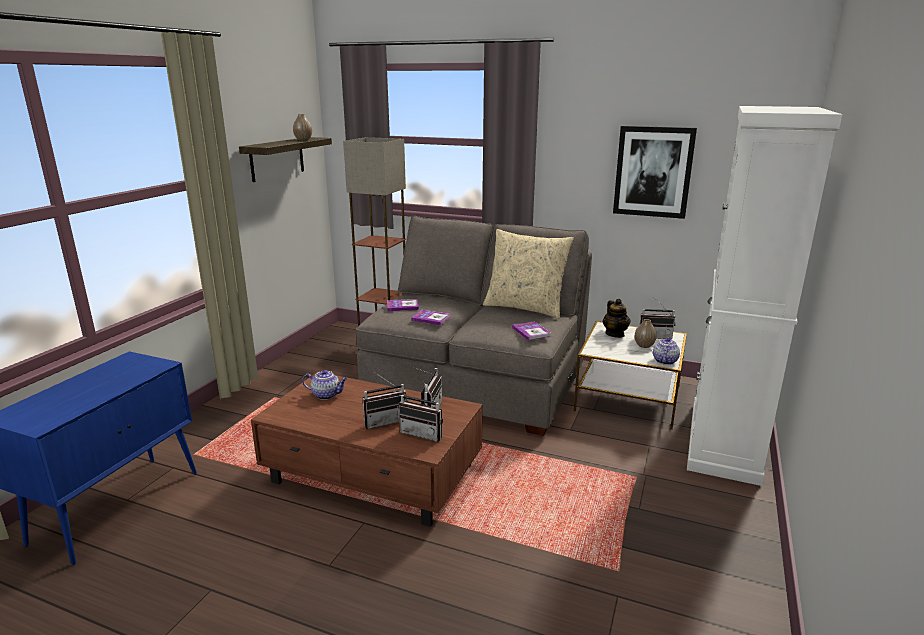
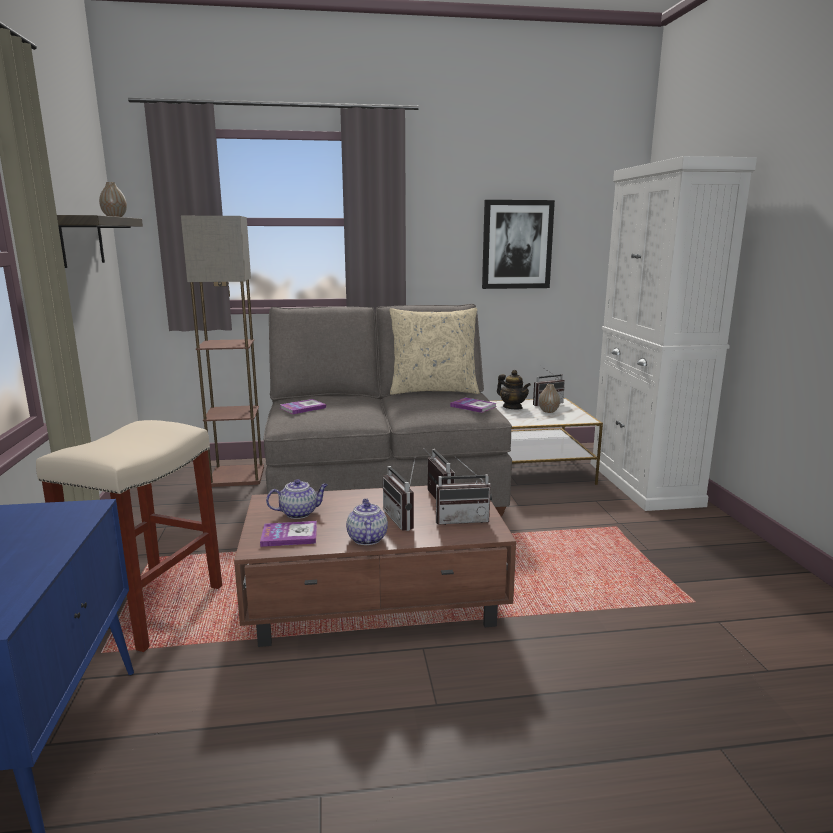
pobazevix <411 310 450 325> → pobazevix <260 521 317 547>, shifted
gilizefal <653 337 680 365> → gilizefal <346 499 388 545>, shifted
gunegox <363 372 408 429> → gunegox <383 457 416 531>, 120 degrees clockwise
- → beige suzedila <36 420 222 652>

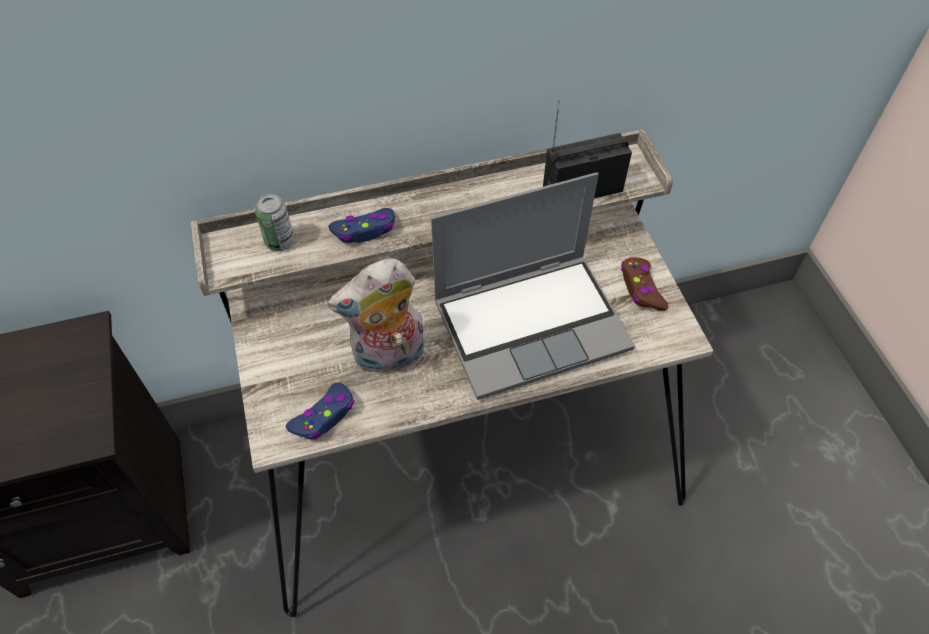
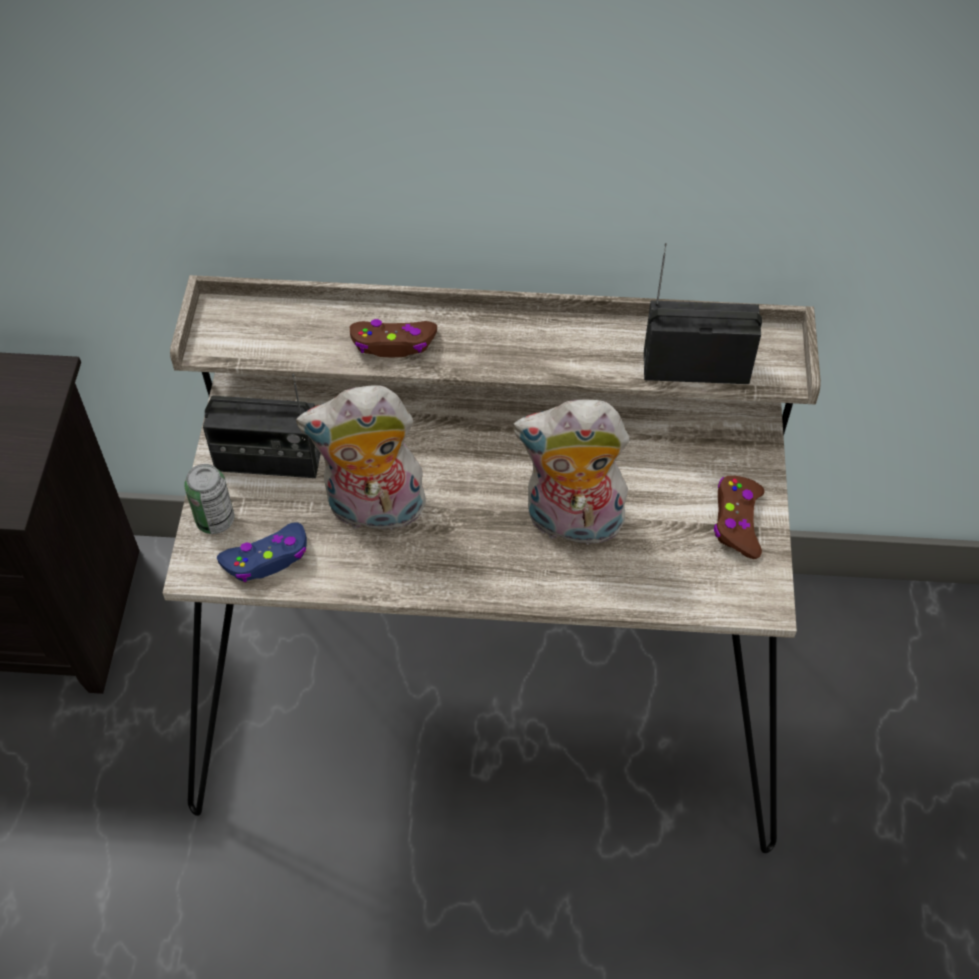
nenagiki <431 172 635 400> → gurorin <513 400 630 552>
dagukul <255 194 294 251> → dagukul <184 464 234 534>, shifted
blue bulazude <328 208 395 243> → brown bulazude <350 319 437 358>
- → gunegox <203 374 321 478>

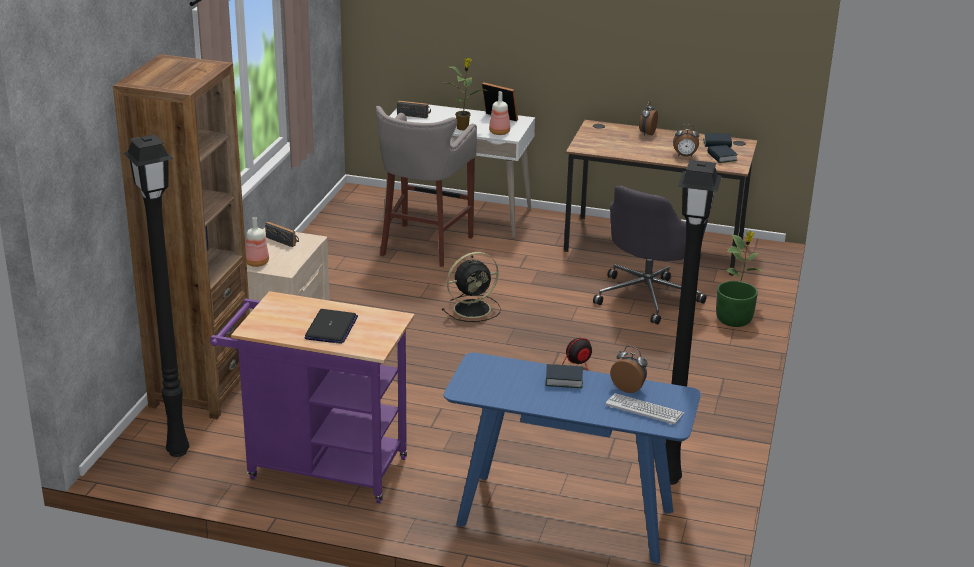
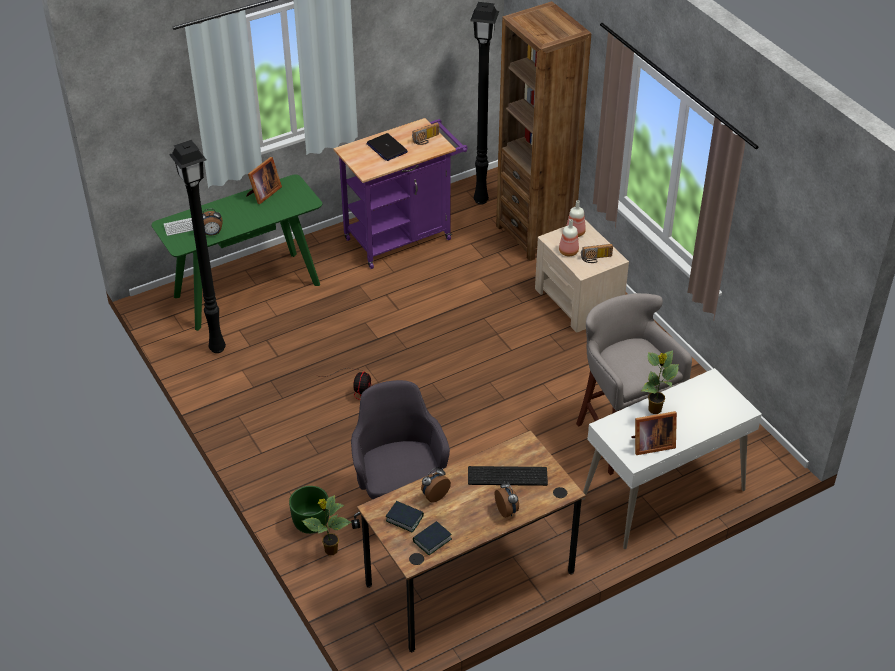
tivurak <489 91 510 135> → tivurak <559 219 579 256>, shifted
gunegox <397 101 431 118> → gunegox <412 122 439 145>, shifted
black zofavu <441 252 501 322> → -
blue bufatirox <443 353 701 564> → green bufatirox <152 174 322 331>
pobazevix <546 364 583 388> → -
- → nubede <246 157 282 204>
- → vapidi <468 466 548 486>

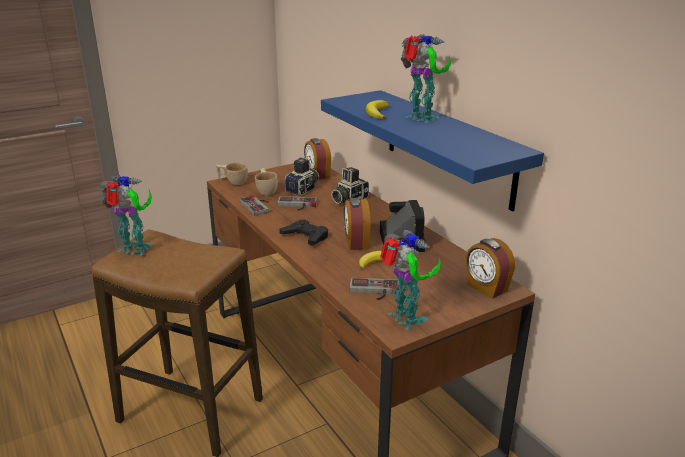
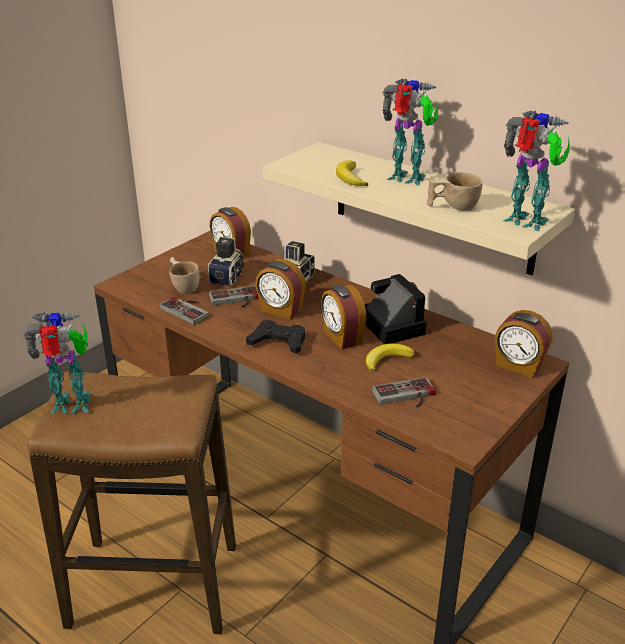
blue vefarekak <321 90 544 211> → beige vefarekak <263 142 575 275>
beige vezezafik <216 162 248 185> → beige vezezafik <427 172 482 211>, shifted
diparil <380 230 441 330> → diparil <503 111 570 231>, shifted
- → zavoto <255 259 306 319>

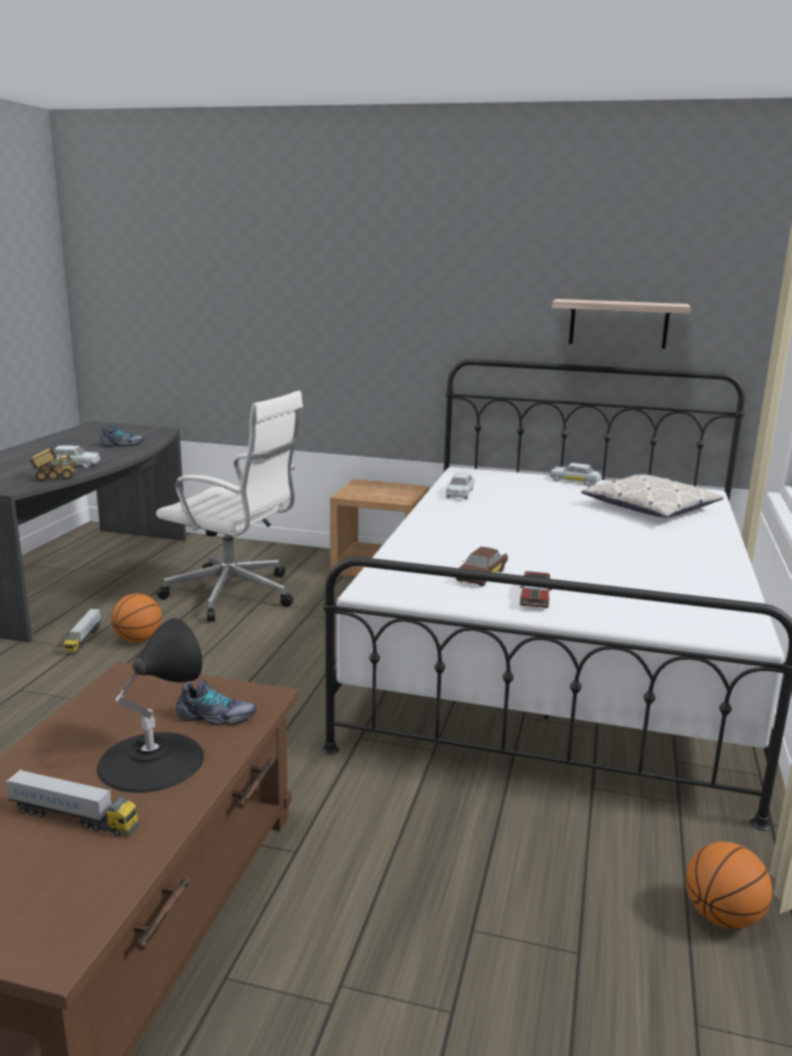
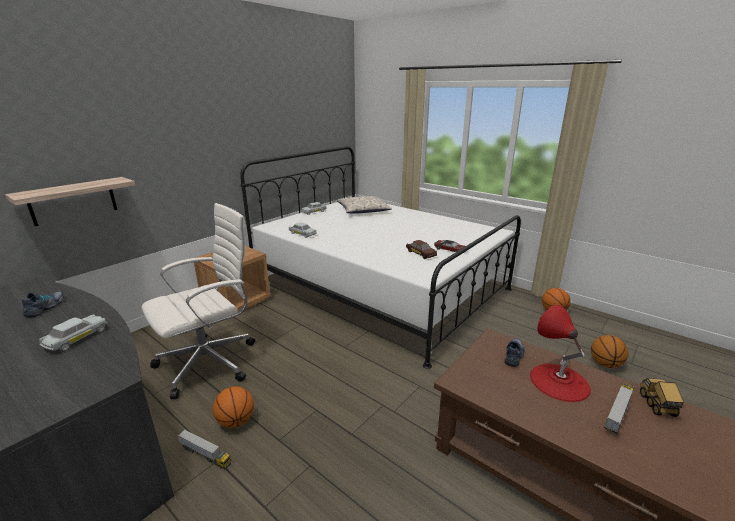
vefarekak <552 299 691 349> → vefarekak <5 177 135 226>, shifted
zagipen <29 447 76 481> → zagipen <640 378 684 417>, shifted
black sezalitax <97 618 204 793> → red sezalitax <530 305 591 402>
- → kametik <591 335 629 368>

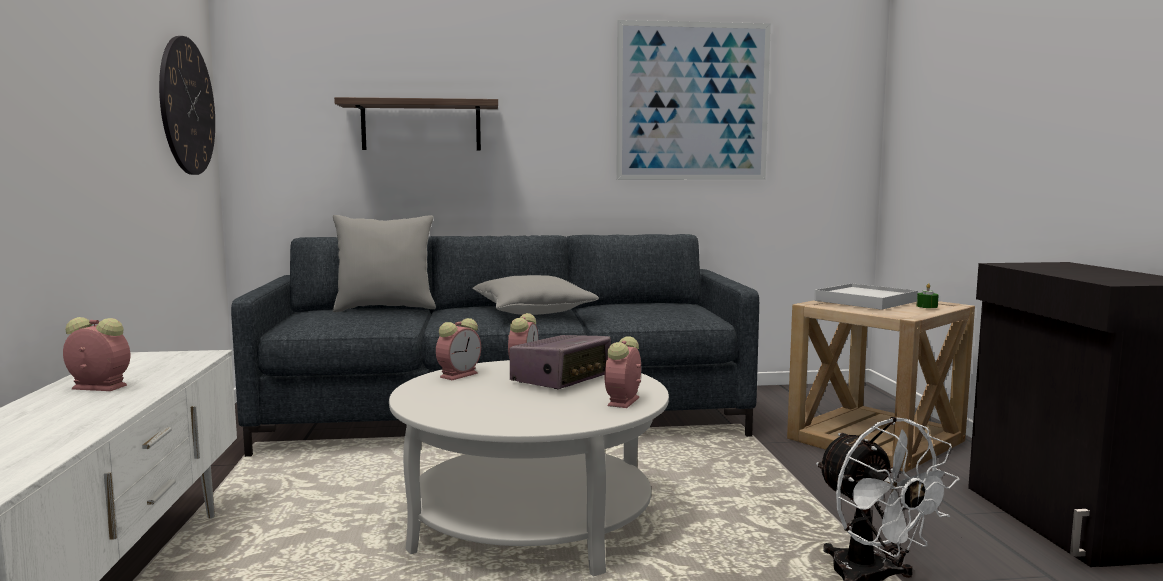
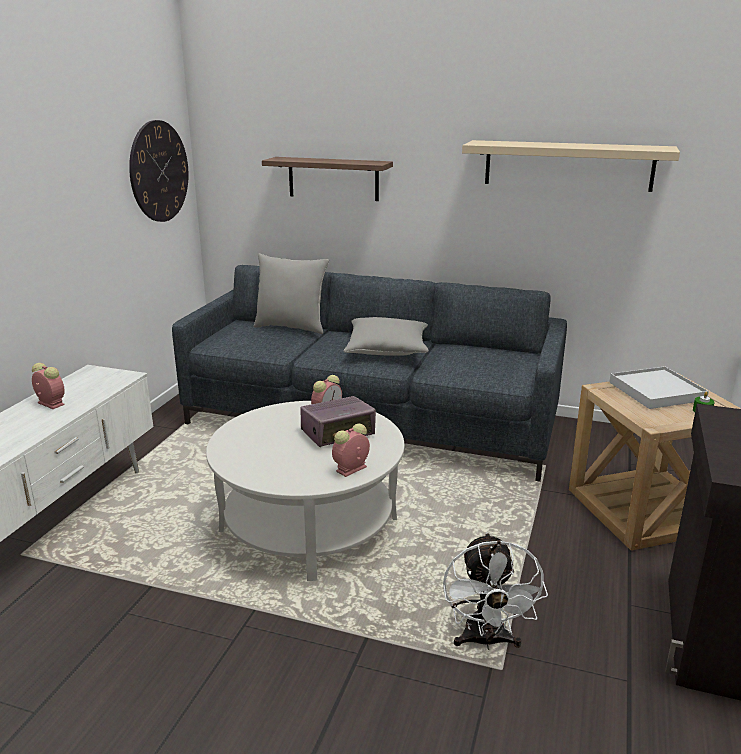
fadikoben <616 20 771 180> → beige vefarekak <462 140 680 192>
zavoto <436 318 481 380> → -

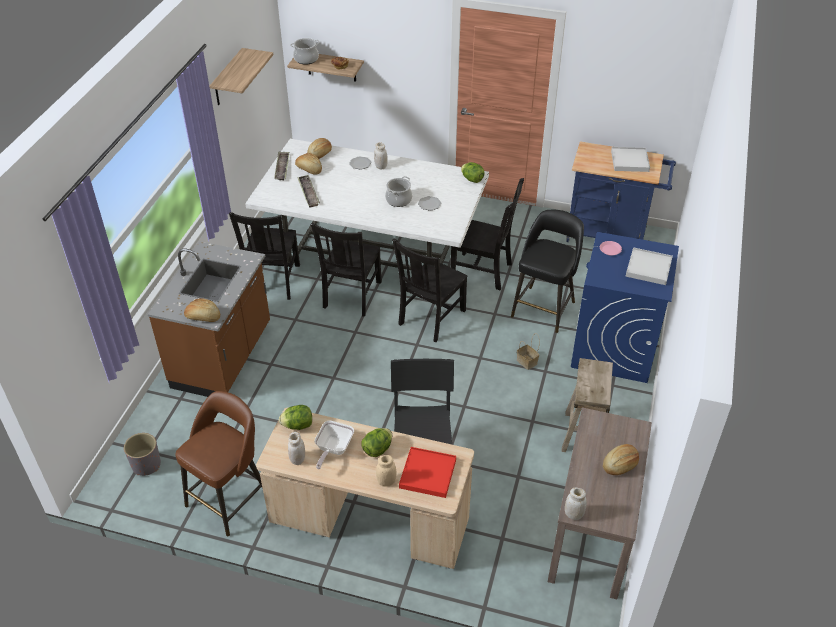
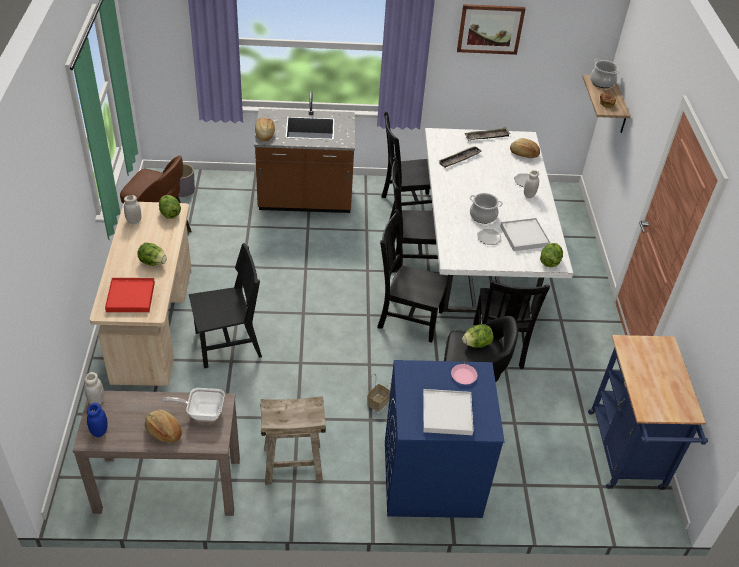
vefarekak <209 48 273 105> → fadikoben <457 4 526 55>
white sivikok <611 147 650 172> → white sivikok <500 218 550 251>, shifted
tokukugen <295 153 322 175> → -
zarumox <314 421 354 469> → zarumox <163 388 225 421>, shifted
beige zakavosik <376 455 396 487> → -
- → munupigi <462 324 493 348>
- → blue zakavosik <87 403 108 437>

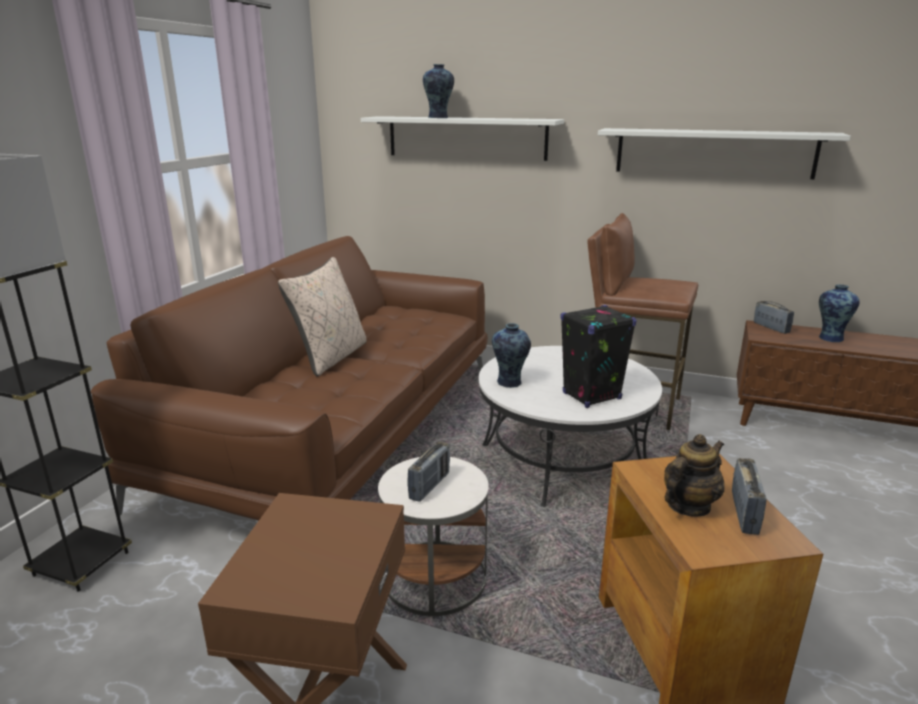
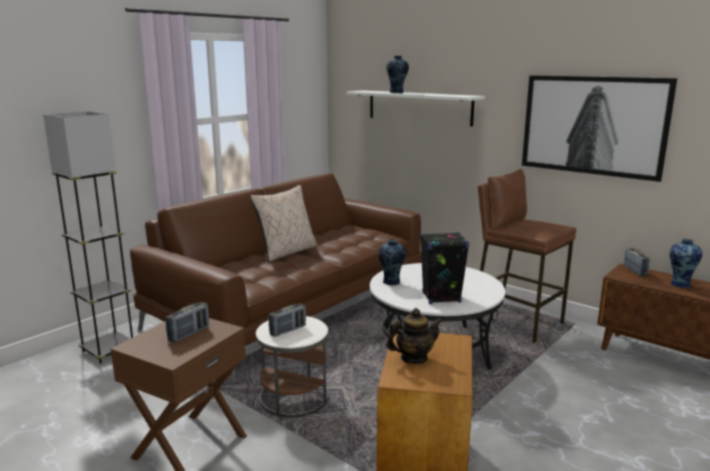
white vefarekak <598 128 851 179> → fadikoben <522 75 677 182>
gunegox <732 458 767 535> → gunegox <166 302 209 343>, shifted

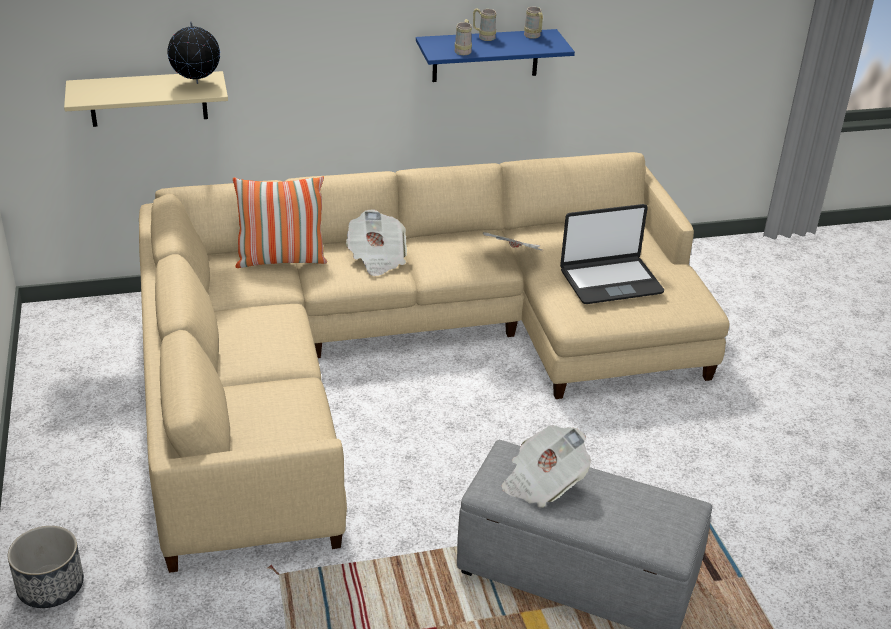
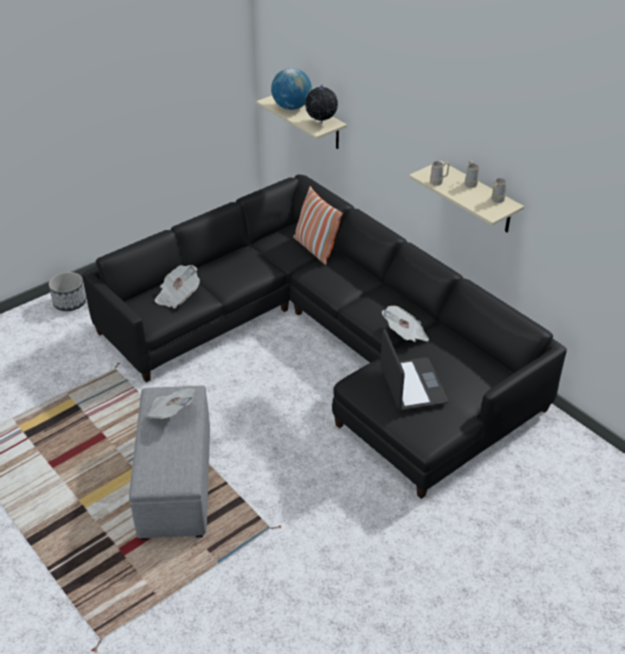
blue vefarekak <416 29 575 82> → beige vefarekak <409 161 524 232>
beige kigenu <139 152 730 573> → black kigenu <82 175 567 499>
nenagiki <560 204 664 304> → nenagiki <380 329 448 411>, 150 degrees counterclockwise
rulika <346 209 407 276> → rulika <155 265 200 309>, shifted
- → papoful <271 68 312 110>

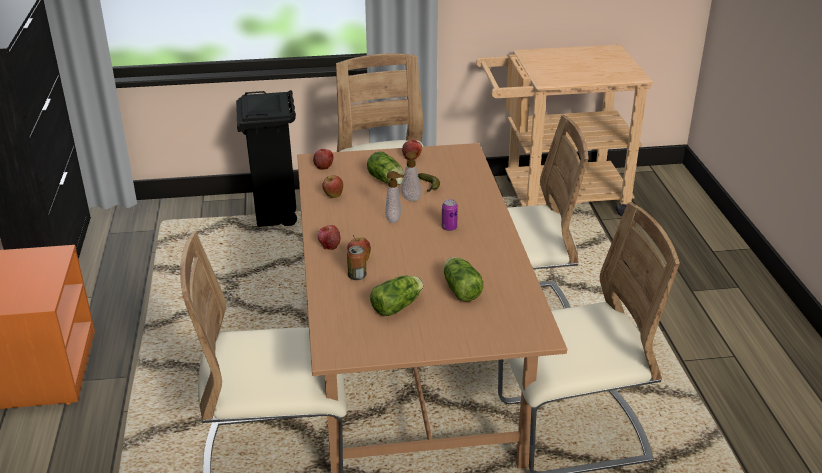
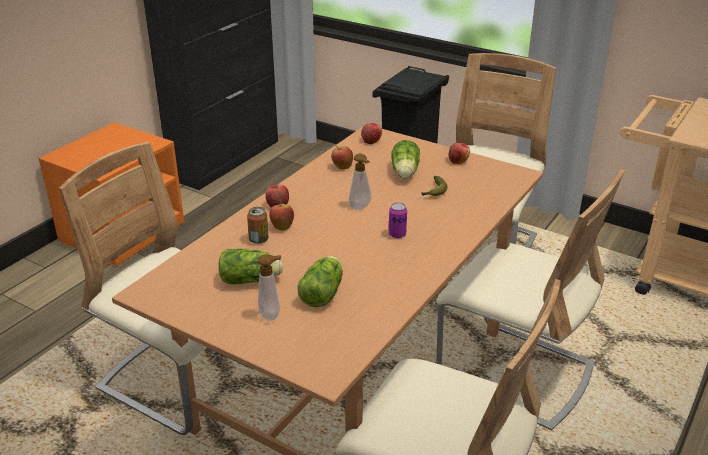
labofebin <400 150 422 201> → labofebin <258 254 281 321>, shifted

